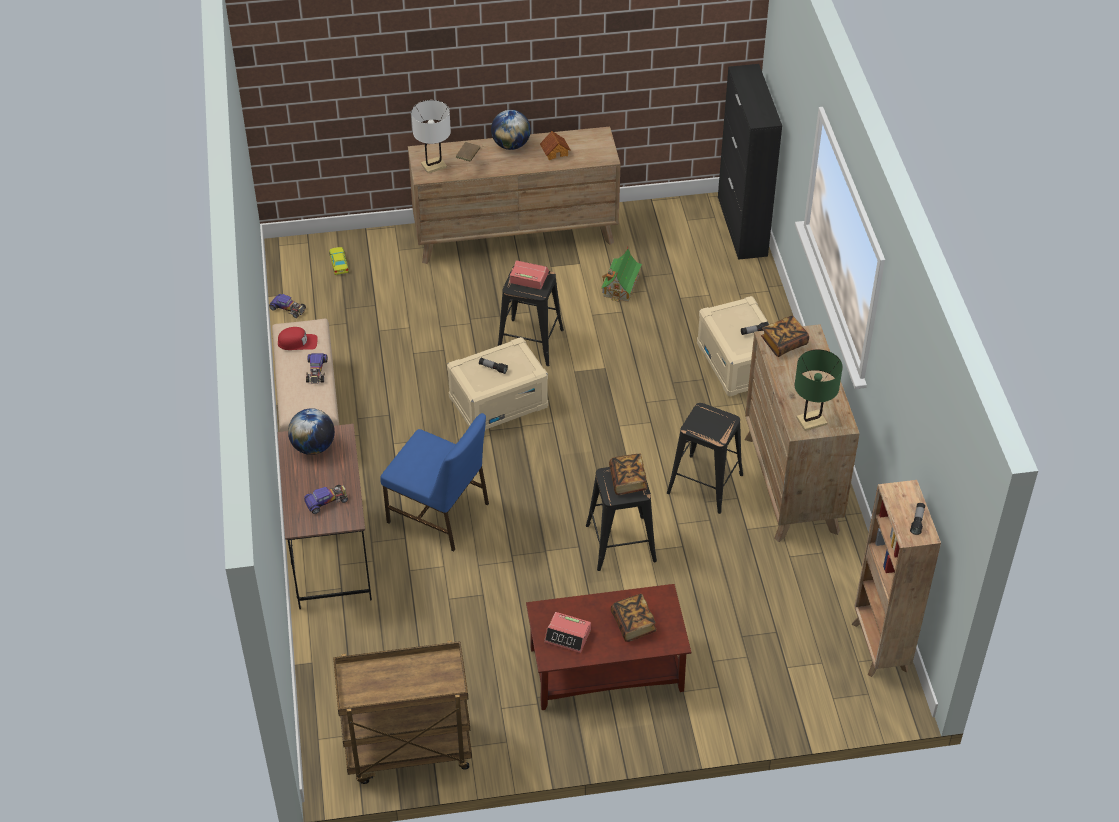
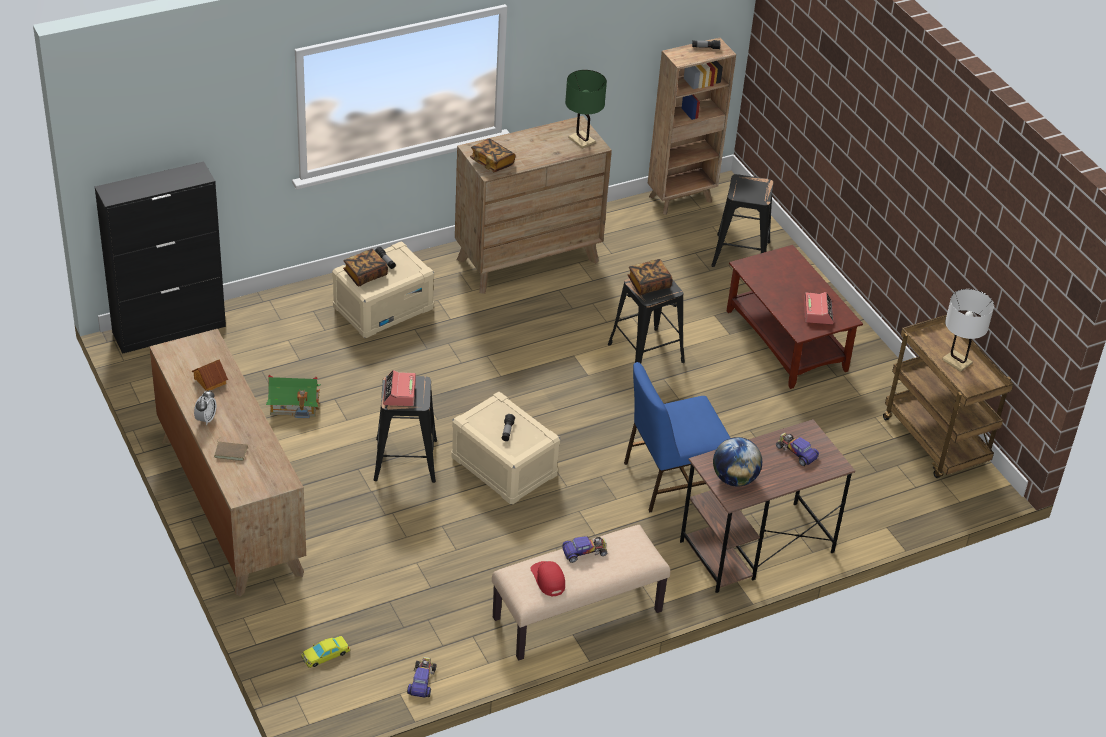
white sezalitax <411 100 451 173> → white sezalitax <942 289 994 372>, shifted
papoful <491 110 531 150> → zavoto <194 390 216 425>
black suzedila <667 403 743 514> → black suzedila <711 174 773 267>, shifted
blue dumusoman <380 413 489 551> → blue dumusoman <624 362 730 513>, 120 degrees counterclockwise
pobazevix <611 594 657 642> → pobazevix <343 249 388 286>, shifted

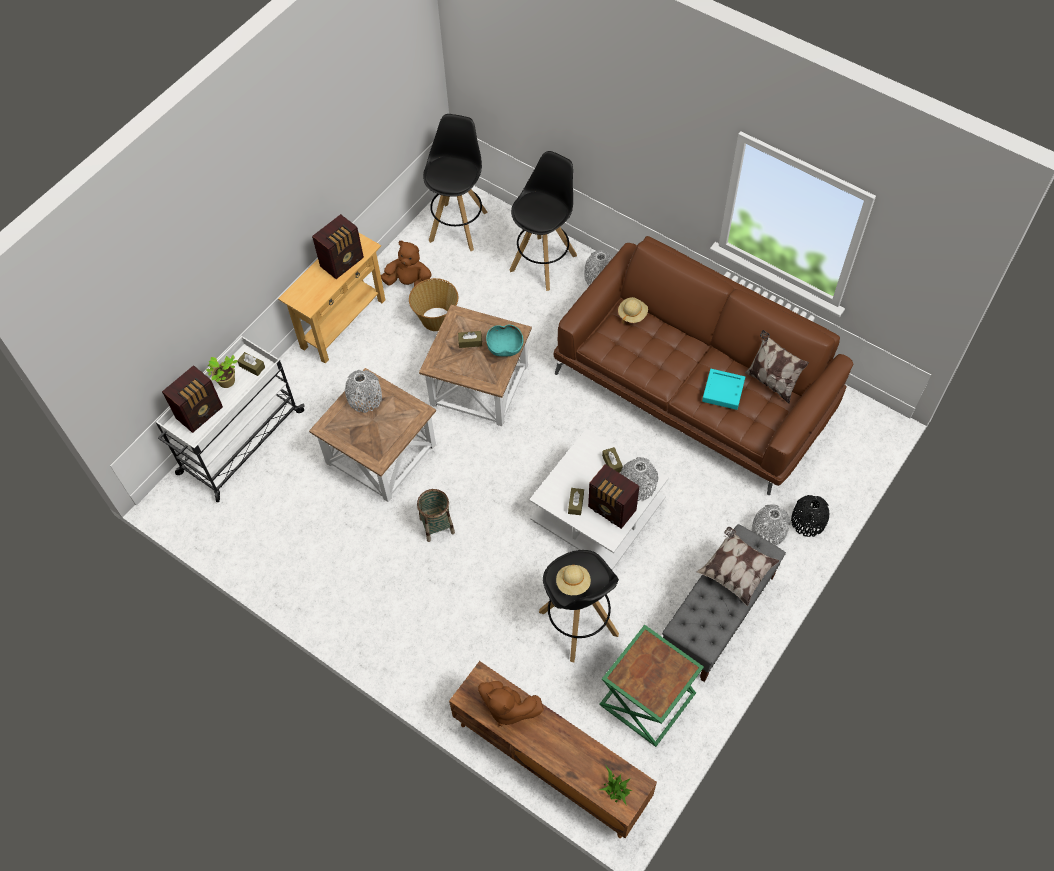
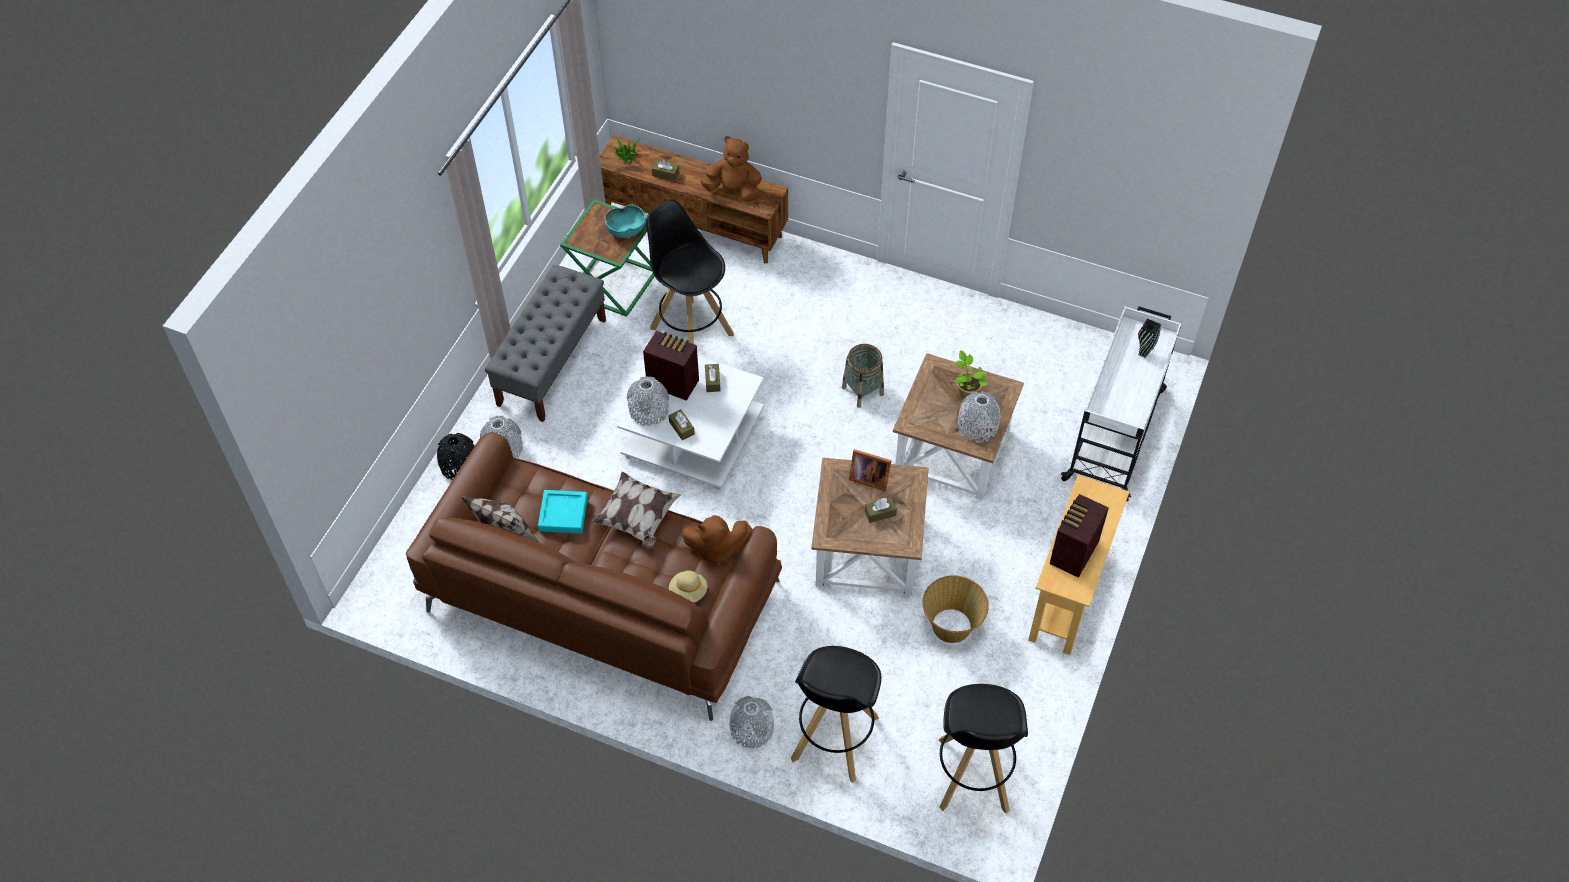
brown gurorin <381 241 432 286> → brown gurorin <682 515 753 567>, shifted
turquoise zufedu <486 324 523 357> → turquoise zufedu <605 204 646 238>, shifted
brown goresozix <237 352 265 376> → brown goresozix <652 160 679 181>, shifted
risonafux <206 355 238 388> → risonafux <954 350 988 399>, shifted
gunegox <162 365 223 433> → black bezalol <1138 319 1161 357>
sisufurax <697 527 779 606> → sisufurax <591 472 681 548>, shifted
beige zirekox <556 565 591 595> → -
- → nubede <849 449 891 491>

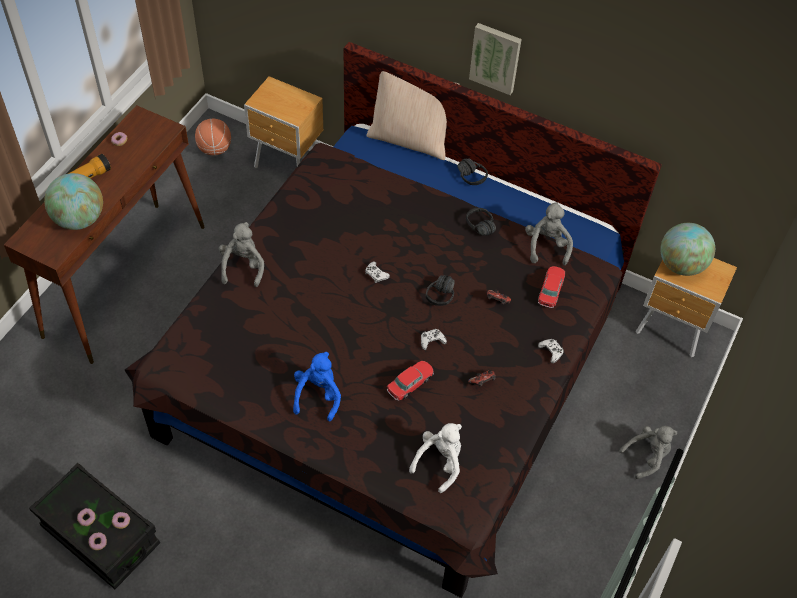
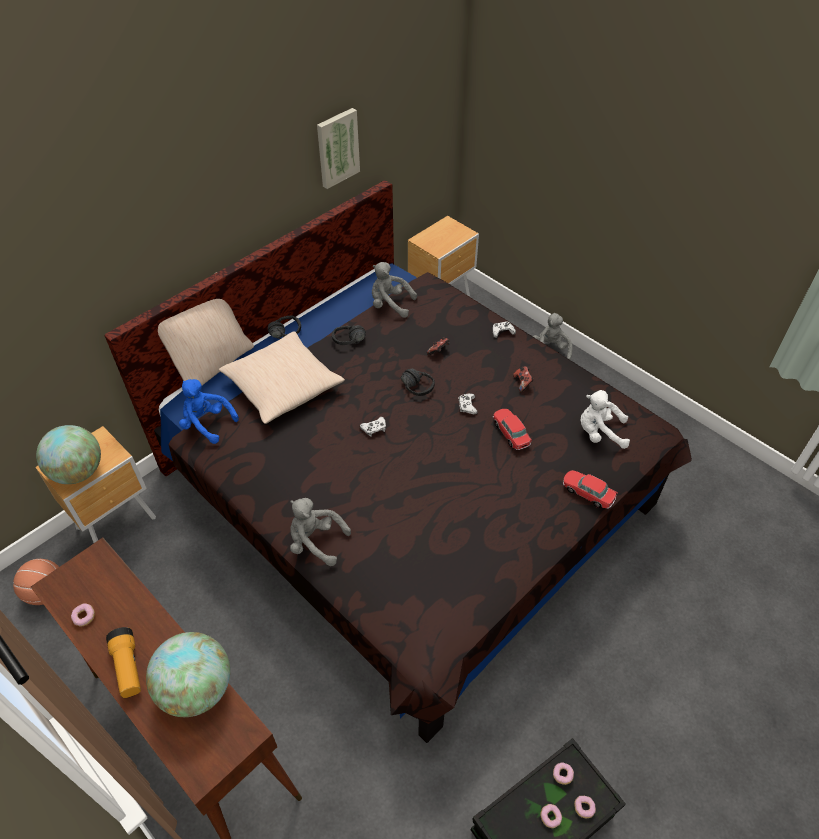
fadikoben <469 23 522 95> → fadikoben <317 108 360 189>, shifted
papoful <660 223 715 276> → papoful <36 425 101 484>, shifted
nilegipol <538 266 565 308> → nilegipol <563 470 618 509>, shifted
blue gurorin <293 352 341 421> → blue gurorin <179 379 239 444>, shifted
white gurorin <409 423 462 493> → white gurorin <580 390 630 449>, 45 degrees counterclockwise
- → beige sisufurax <218 331 345 424>

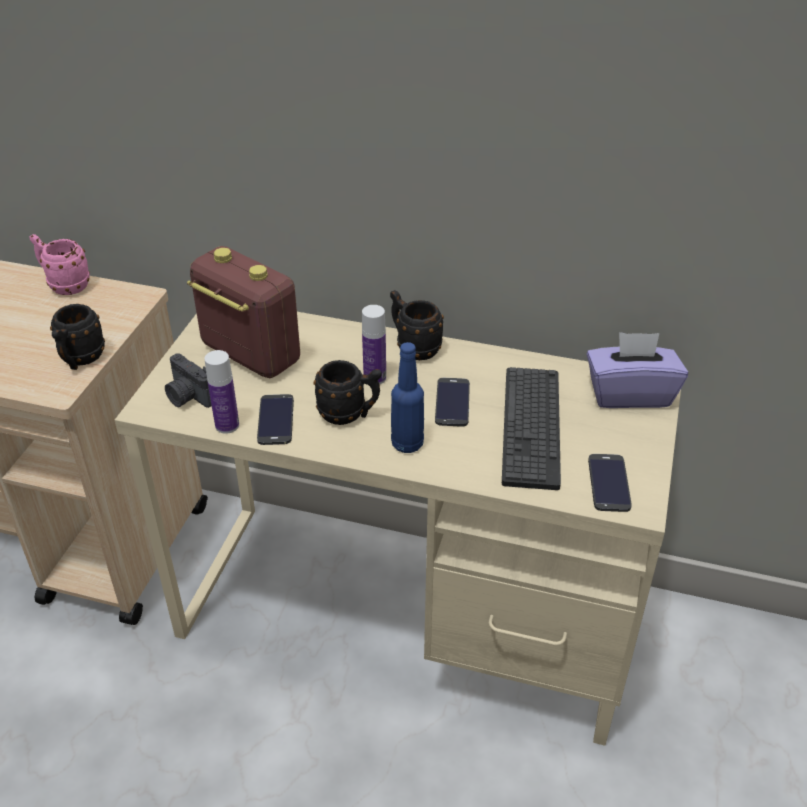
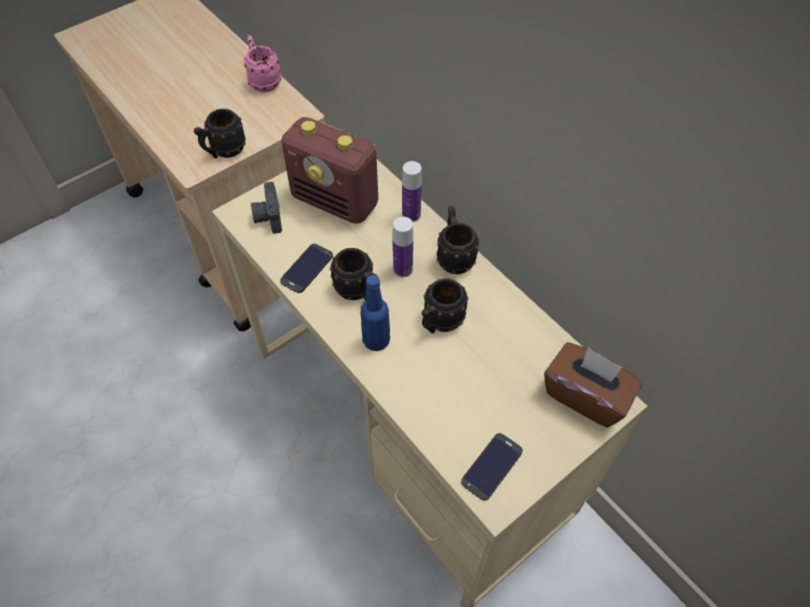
gunegox <187 246 300 378> → gunegox <281 117 378 224>, 135 degrees clockwise
purple goresozix <587 332 688 408> → brown goresozix <544 342 642 428>
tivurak <204 350 239 434> → tivurak <402 161 422 222>, shifted
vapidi <502 367 561 490> → -
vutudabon <435 378 470 427> → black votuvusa <422 278 468 334>

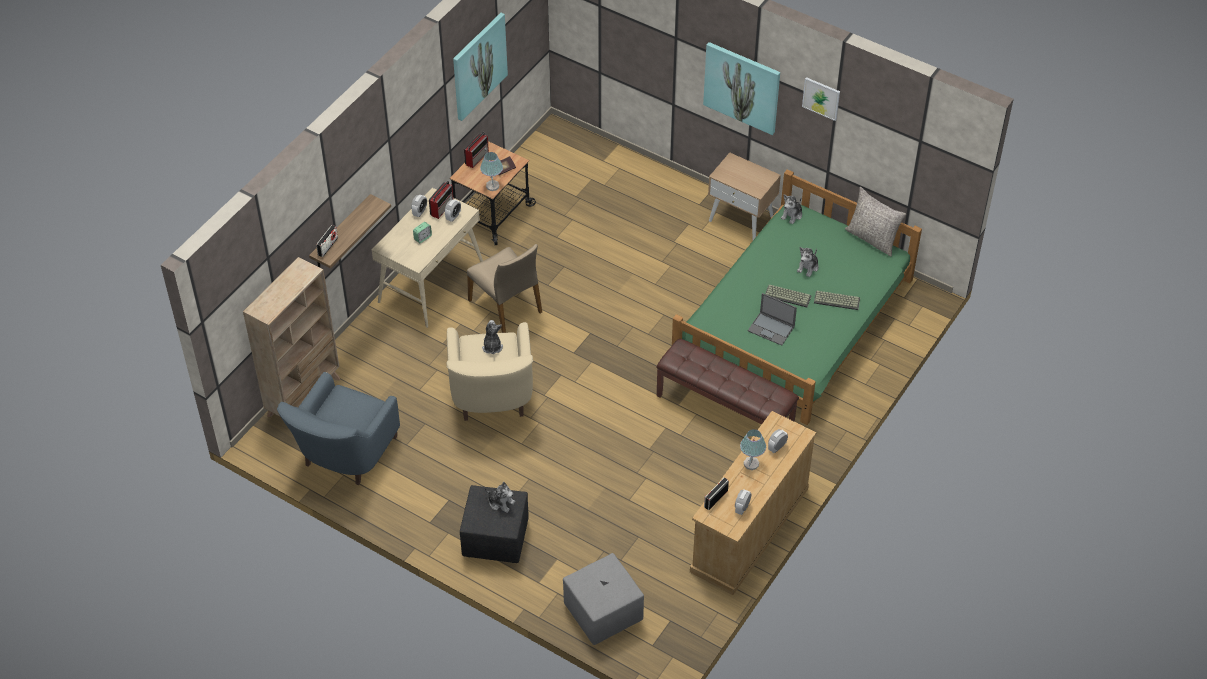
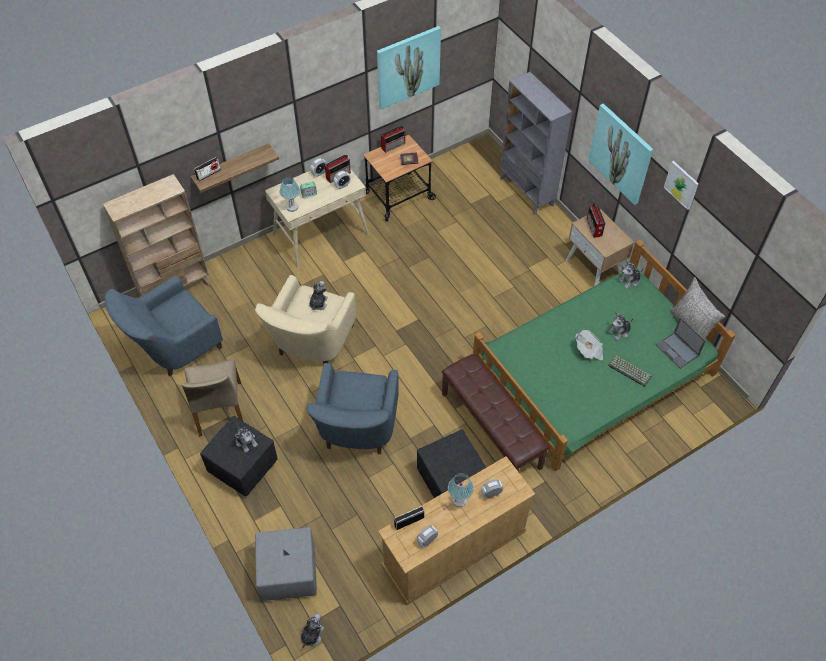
sezalitax <480 152 503 191> → sezalitax <279 177 300 212>, shifted
beige dumusoman <467 244 542 333> → beige dumusoman <182 360 243 437>, shifted
vapidi <765 285 811 307> → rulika <575 330 603 360>
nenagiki <748 293 797 346> → nenagiki <656 317 706 369>, shifted
- → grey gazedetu <500 72 572 215>
- → gunegox <587 203 605 238>
- → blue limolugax <306 363 399 454>
- → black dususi <417 429 486 498>
- → gurorin <301 614 324 648>

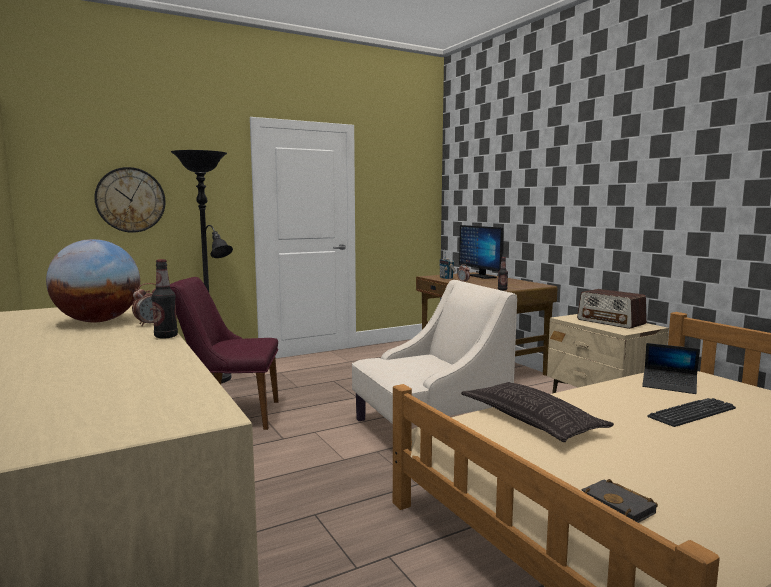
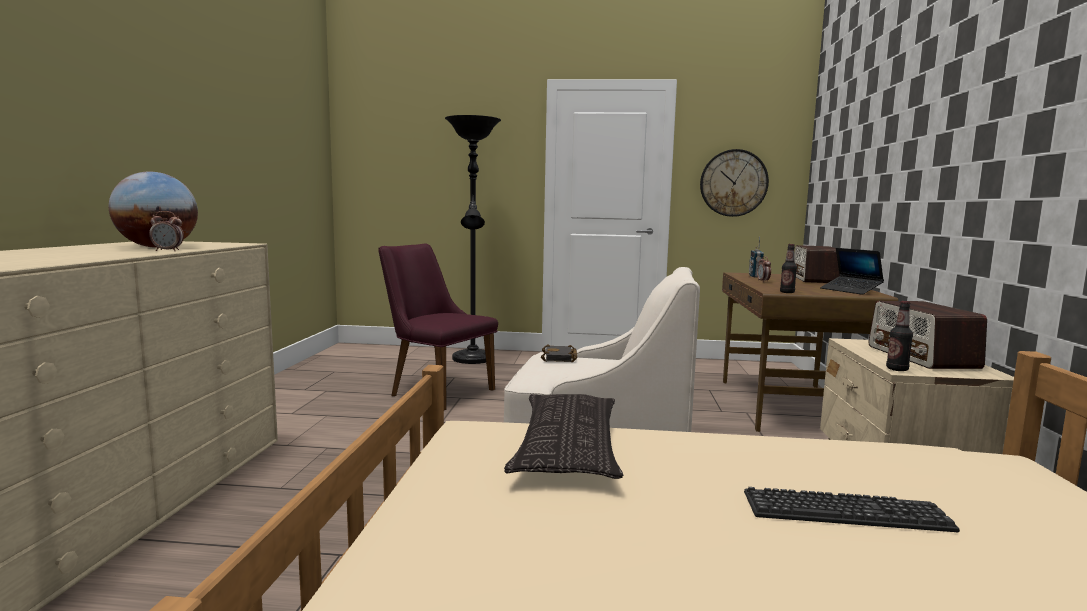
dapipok <94 167 166 233> → dapipok <700 149 769 217>, shifted
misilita <459 225 504 279> → gunegox <794 245 840 283>
tivurak <151 259 178 339> → tivurak <886 301 913 371>, shifted
nenagiki <642 343 700 394> → nenagiki <820 248 884 295>, shifted
black pobazevix <582 479 658 523> → black pobazevix <541 344 577 362>, shifted

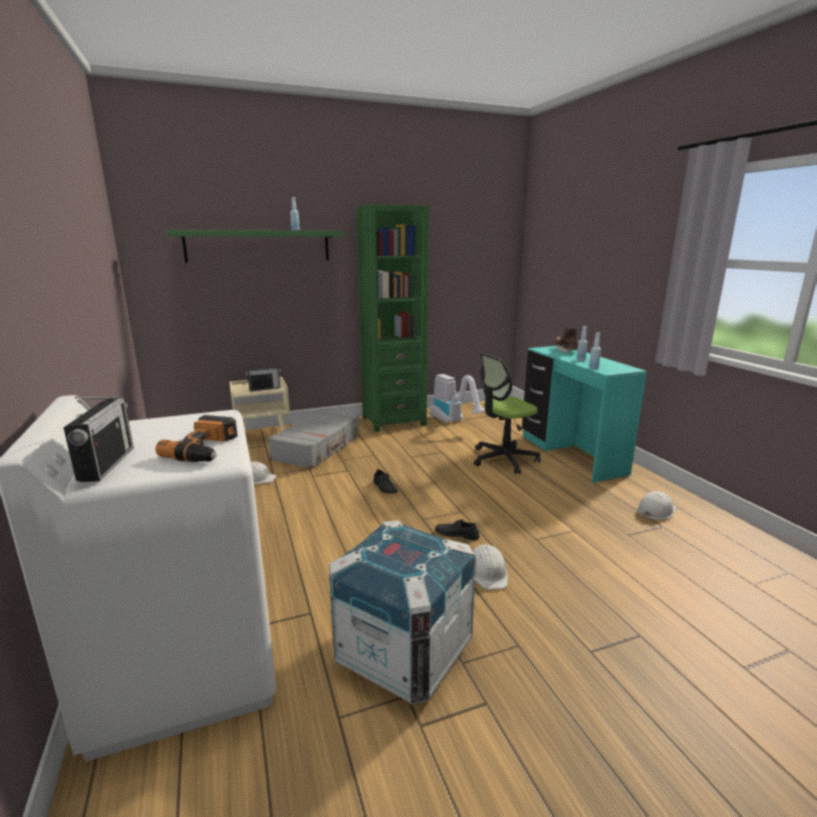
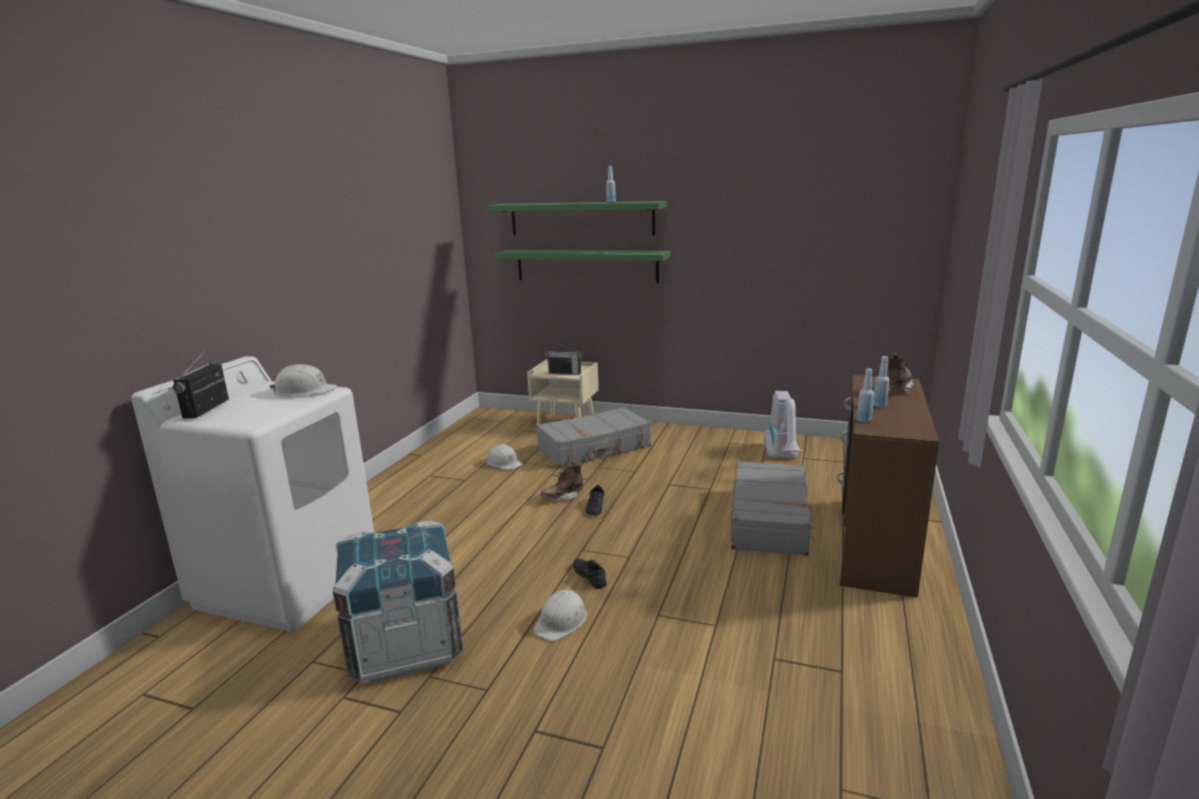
green gazedetu <356 204 429 432> → -
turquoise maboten <522 346 647 483> → brown maboten <837 375 939 597>
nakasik <474 353 540 474> → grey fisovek <731 461 815 556>
gunegox <63 397 134 482> → gunegox <173 349 229 419>, 150 degrees clockwise
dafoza <155 415 238 462> → -
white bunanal <637 491 676 520> → white bunanal <269 364 337 396>, shifted
- → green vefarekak <494 250 671 283>
- → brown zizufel <540 463 584 502>

